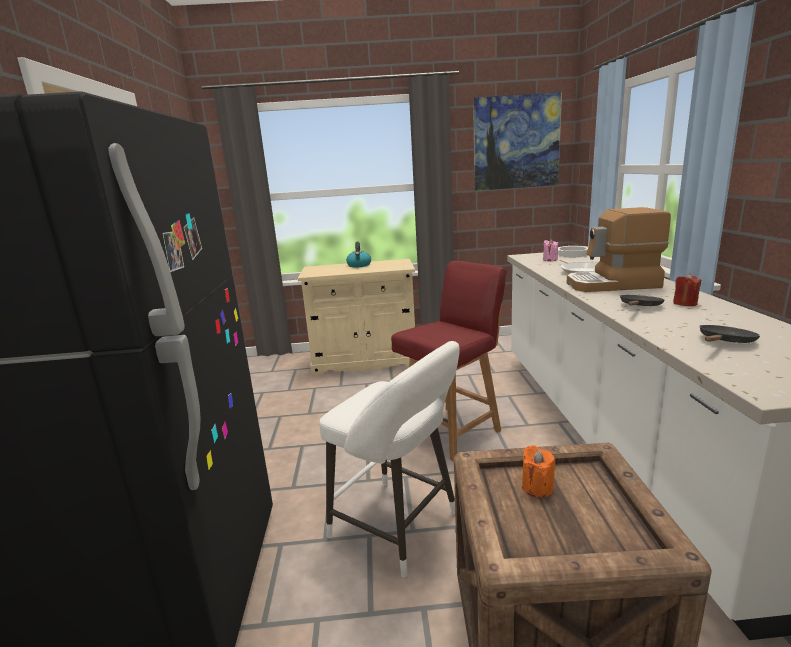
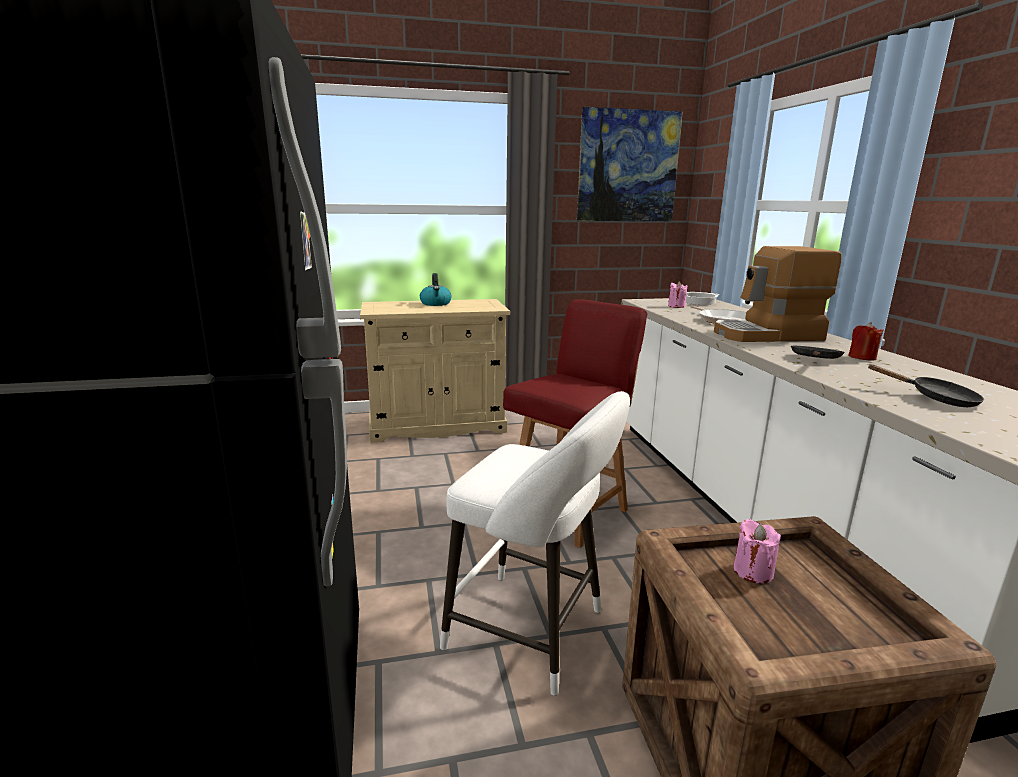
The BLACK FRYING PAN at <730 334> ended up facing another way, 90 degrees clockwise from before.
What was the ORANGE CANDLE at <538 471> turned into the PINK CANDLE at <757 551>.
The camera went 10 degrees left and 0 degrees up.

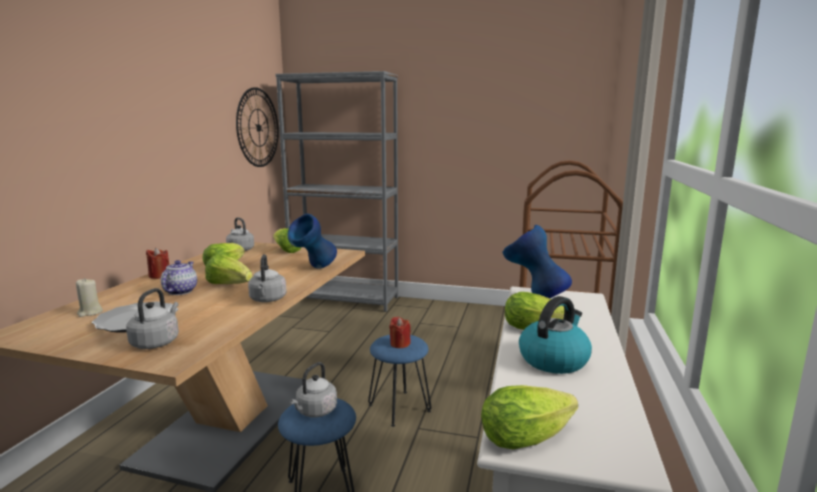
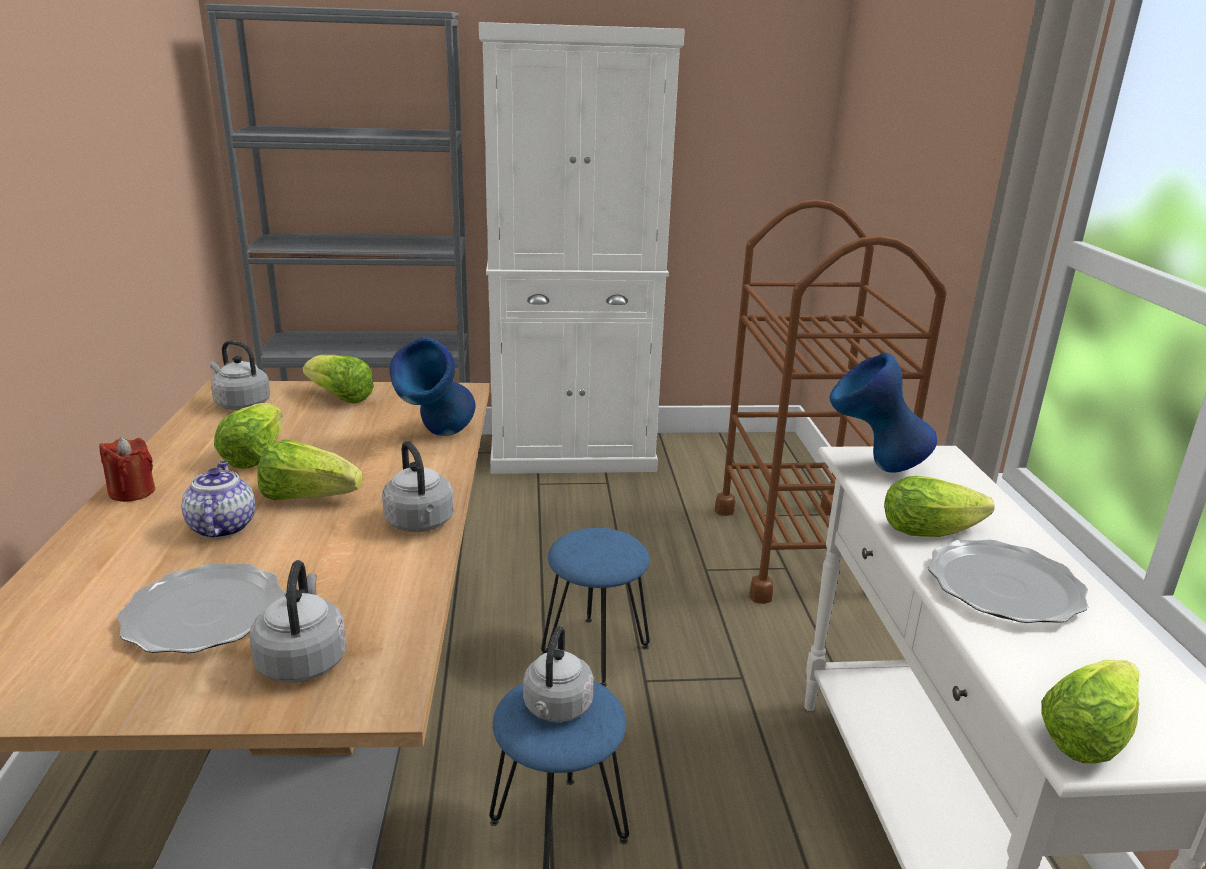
The second view lost the WALL CLOCK at <257 127>.
The second view lost the BEIGE CANDLE at <89 297>.
Where the KETTLE stood at <555 335>, the PLATE came to stand at <1008 581>.
The second view lost the RED CANDLE at <400 332>.
The second view gained the WHITE CABINET at <582 248>.
The camera went 20 degrees left and 10 degrees up.

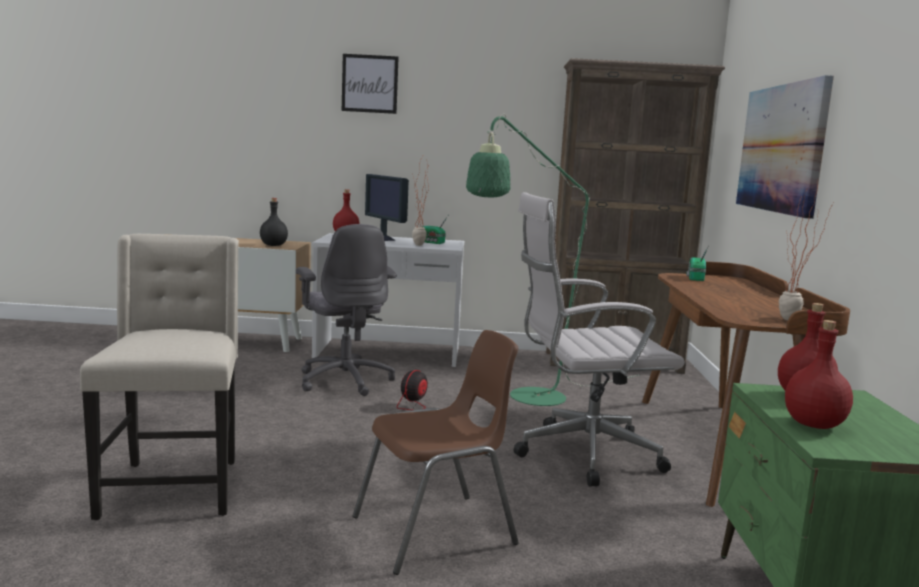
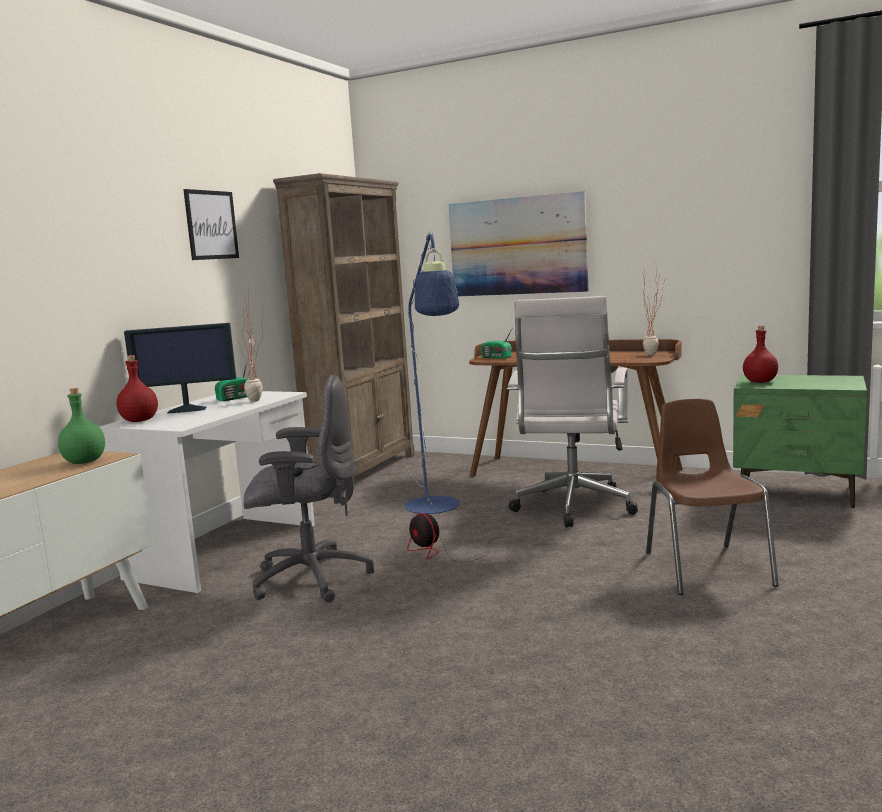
The PICTURE ended up elsewhere, having gone from <370 84> to <211 224>.
What was the GREEN FLOOR LAMP at <552 260> turned into the BLUE FLOOR LAMP at <432 372>.
What was the BLACK BOTTLE at <274 222> turned into the GREEN BOTTLE at <81 426>.
The second view lost the BEIGE CHAIR at <159 377>.
The second view lost the RED BOTTLE at <819 374>.
The camera went 65 degrees left and 0 degrees up.

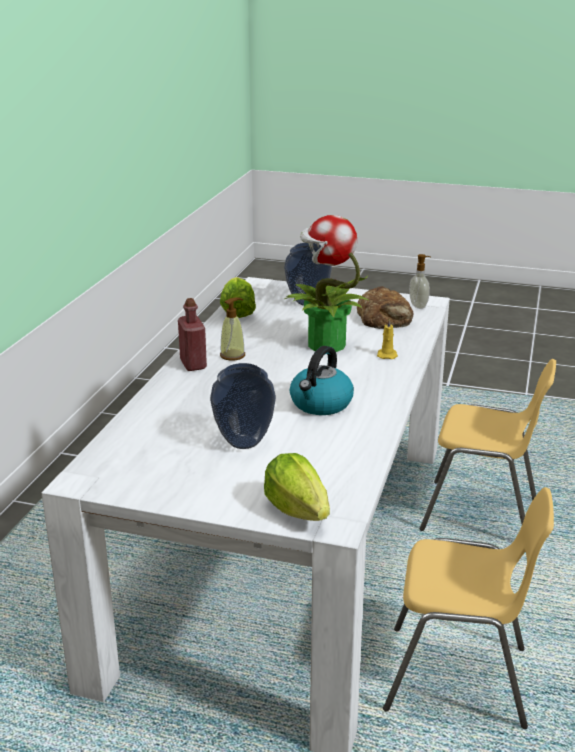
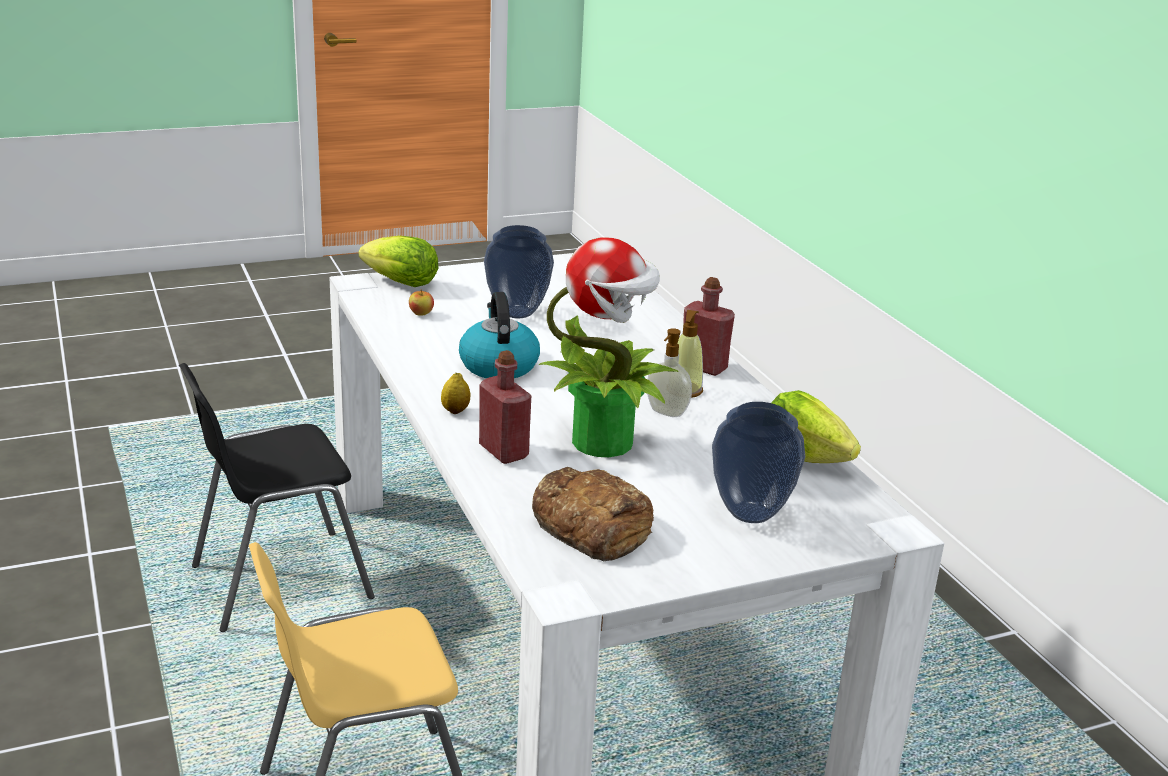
The SOAP DISPENSER ended up elsewhere, having gone from <420 281> to <669 372>.
Where the YELLOW CANDLE stood at <387 338>, the RED BOTTLE came to stand at <505 407>.
What was the YELLOW CHAIR at <468 608> turned into the BLACK CHAIR at <276 497>.
The second view gained the APPLE at <421 302>.
The second view gained the LEMON at <456 393>.
The camera went 140 degrees right and 0 degrees up.

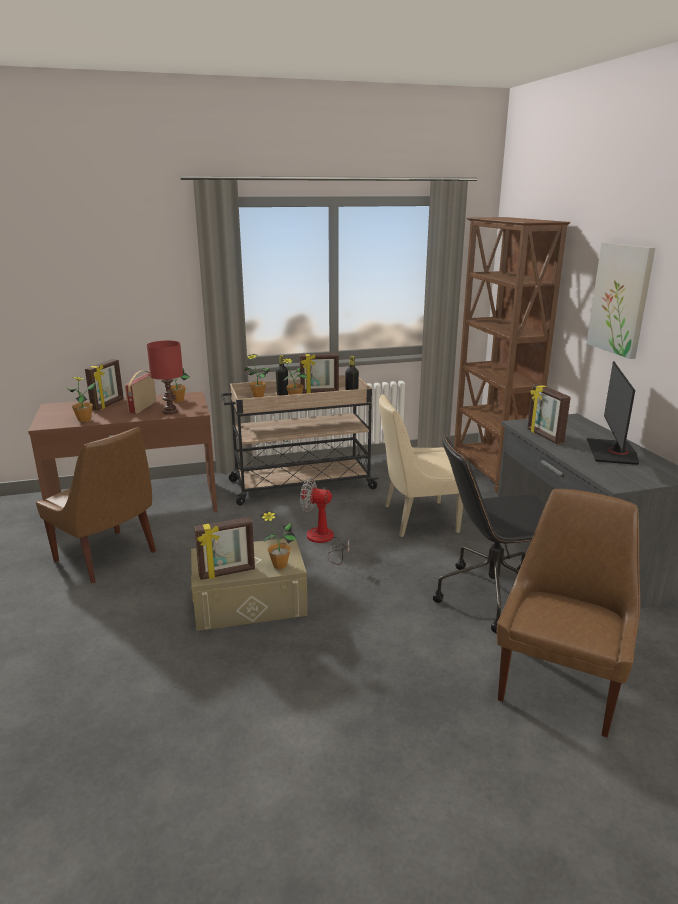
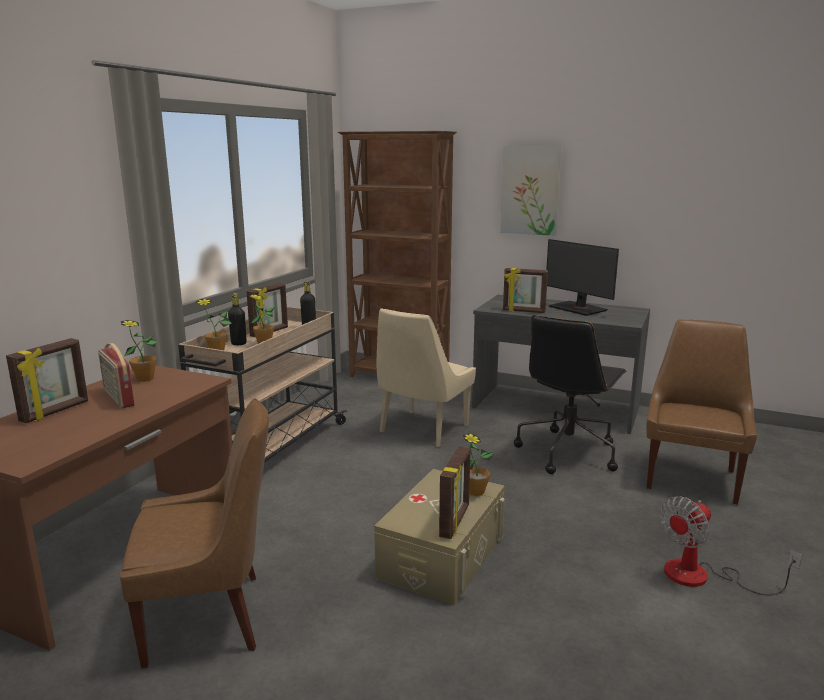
The second view lost the RED TABLE LAMP at <165 377>.
The PICTURE FRAME at <104 385> ended up facing another way, 60 degrees clockwise from before.
The second view lost the POTTED PLANT at <81 399>.
The FAN ended up elsewhere, having gone from <325 521> to <731 545>.
The BROWN CHAIR at <568 613> ended up facing another way, 45 degrees clockwise from before.
The camera went 50 degrees left and 5 degrees down.

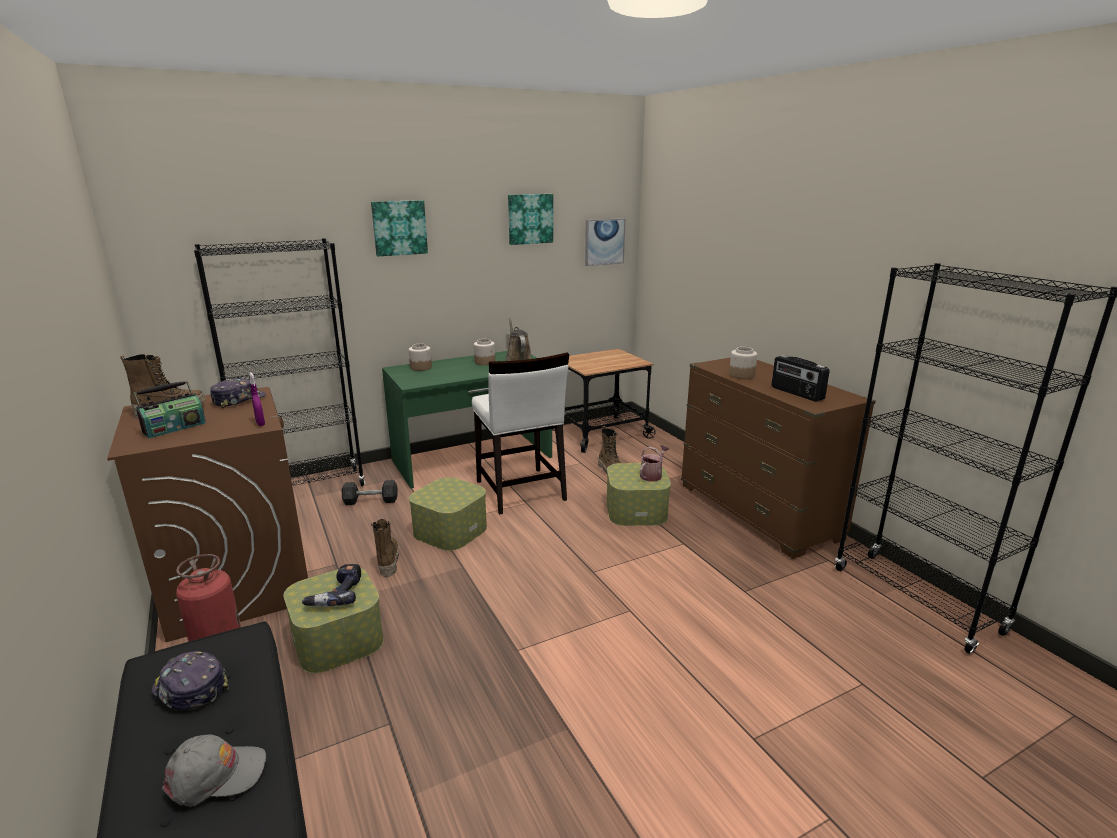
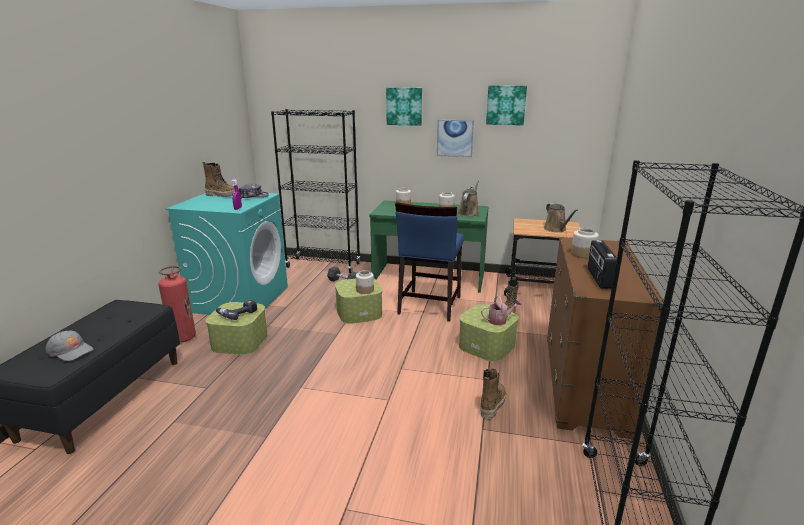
The PICTURE ended up elsewhere, having gone from <605 242> to <455 138>.
What was the WHITE CHAIR at <520 434> turned into the BLUE CHAIR at <429 262>.
The second view lost the RADIO at <169 409>.
What was the BROWN WASHING MACHINE at <207 514> turned into the TURQUOISE WASHING MACHINE at <227 254>.
The BOOT ended up elsewhere, having gone from <385 548> to <493 394>.
The second view lost the CAP at <190 681>.
The second view gained the BROWN WATERING CAN at <561 217>.
The second view gained the JAR at <365 282>.
The camera went 40 degrees right and 0 degrees up.

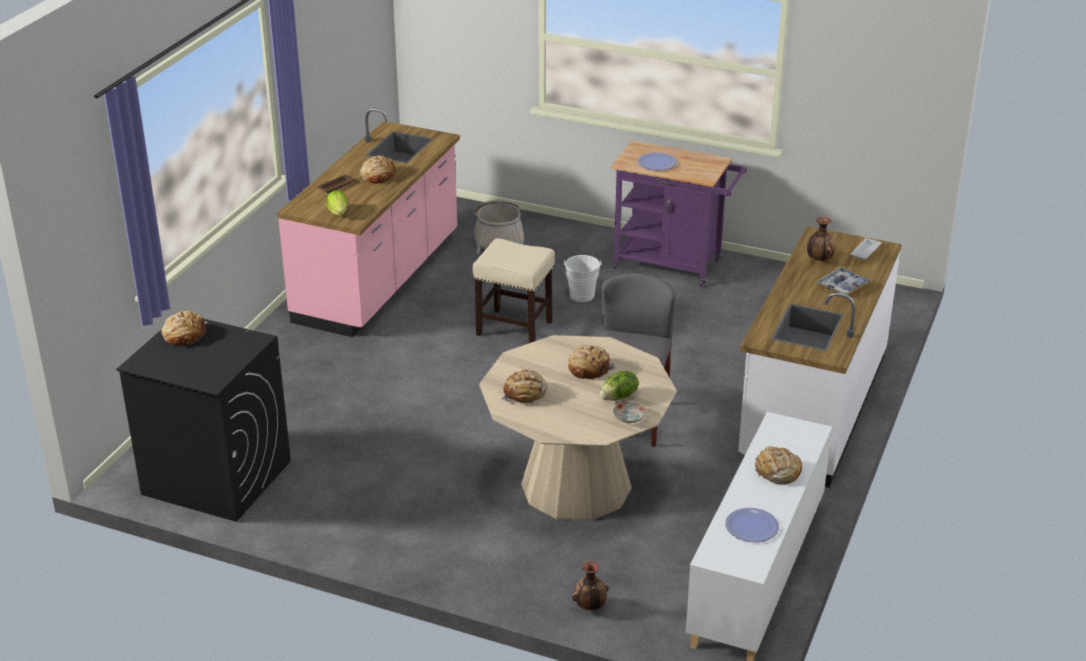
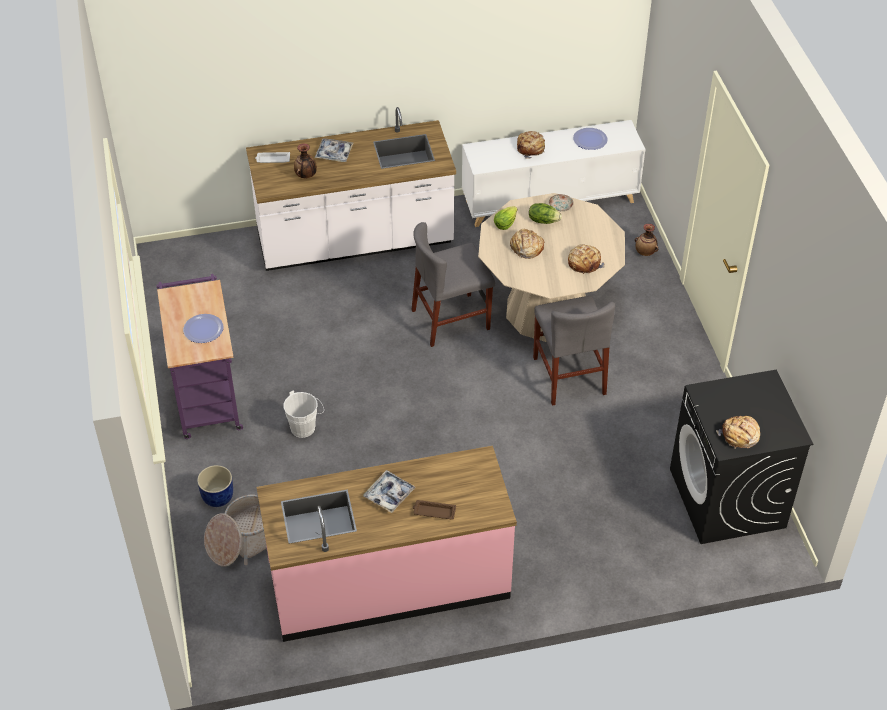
Where the BREAD stood at <378 169>, the TRAY came to stand at <389 491>.
The LETTUCE ended up elsewhere, having gone from <337 202> to <505 218>.
The second view lost the BEIGE STOOL at <514 290>.
The second view gained the GREY CHAIR at <574 351>.
The second view gained the BLUE PLANTER at <215 486>.
The camera went 125 degrees left and 15 degrees up.

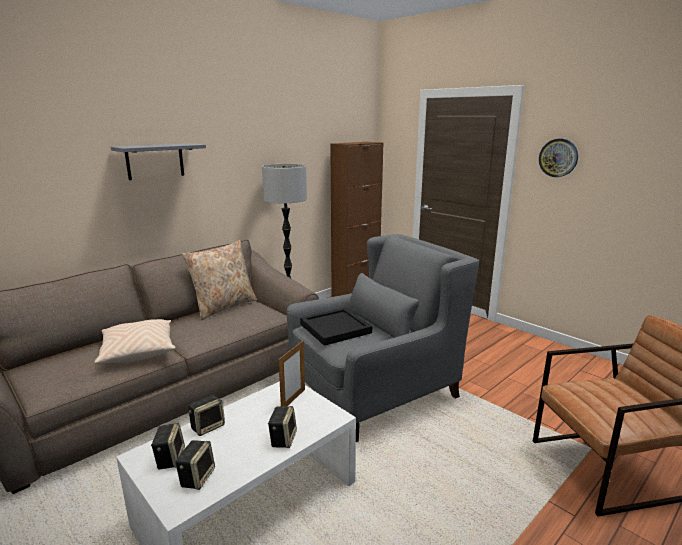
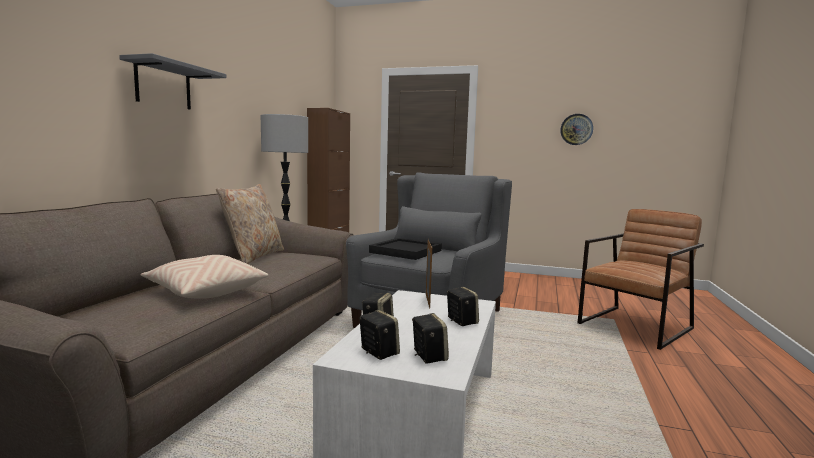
The WALL CLOCK ended up elsewhere, having gone from <558 158> to <576 129>.
The camera went 30 degrees left and 10 degrees down.

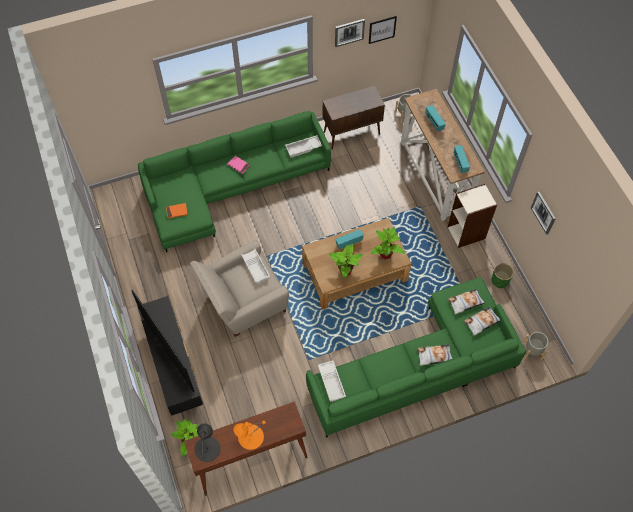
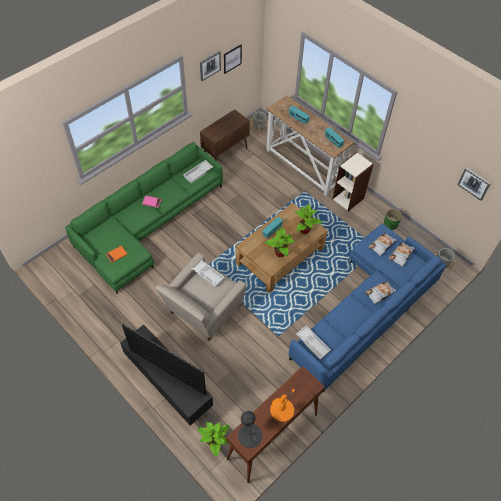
The PICTURE ended up elsewhere, having gone from <543 213> to <474 184>.
What was the GREEN SOFA at <416 357> turned into the BLUE SOFA at <367 308>.
The camera went 25 degrees left and 5 degrees down.

